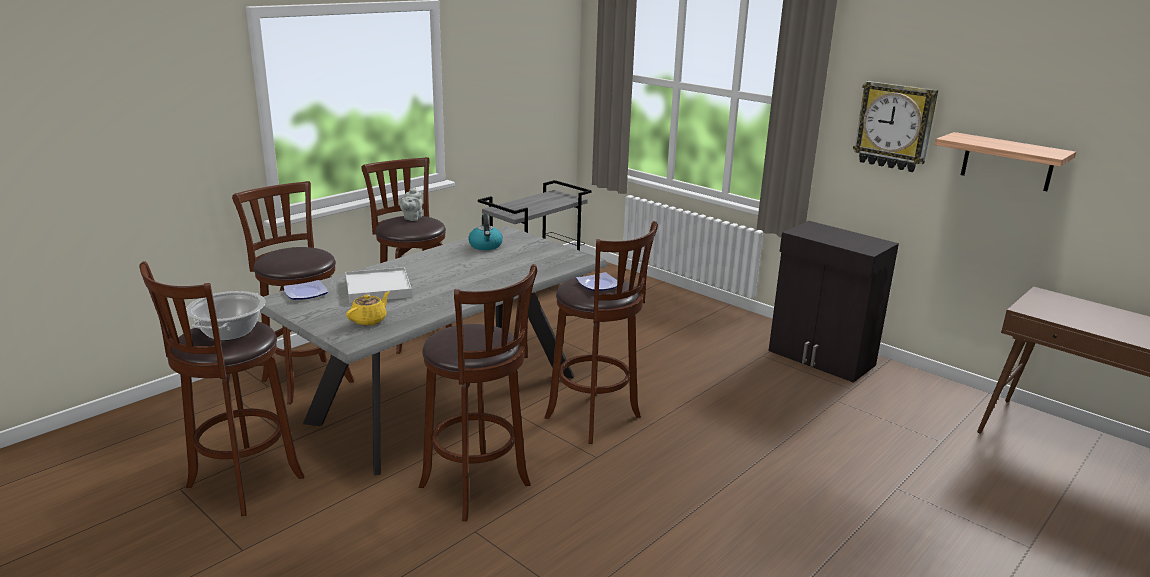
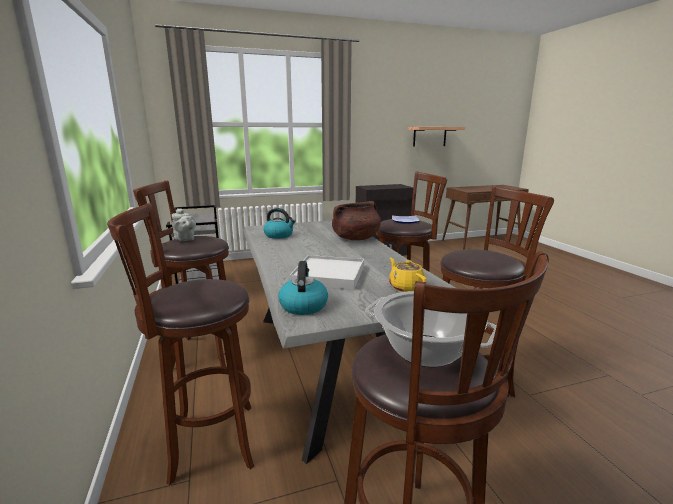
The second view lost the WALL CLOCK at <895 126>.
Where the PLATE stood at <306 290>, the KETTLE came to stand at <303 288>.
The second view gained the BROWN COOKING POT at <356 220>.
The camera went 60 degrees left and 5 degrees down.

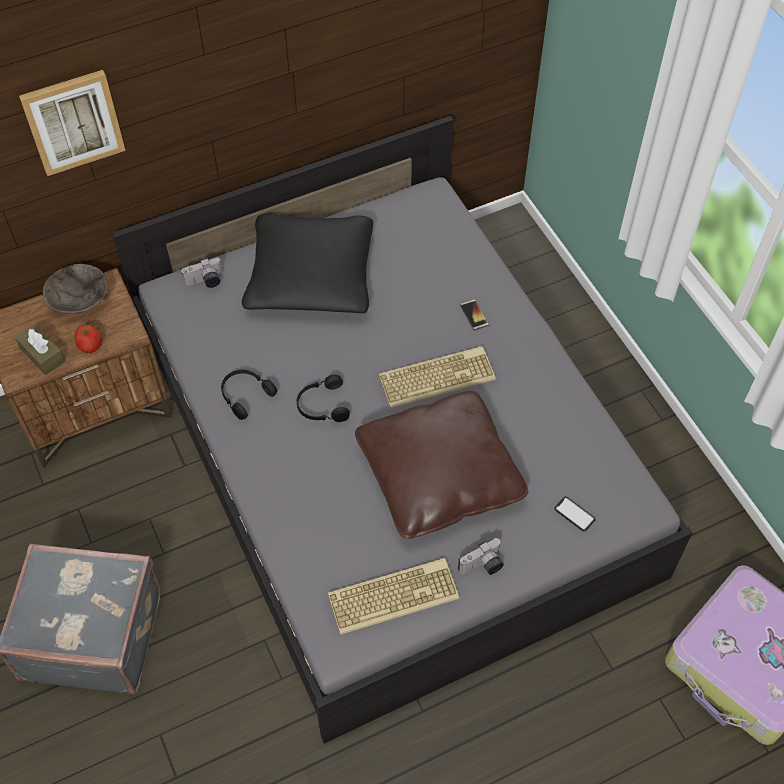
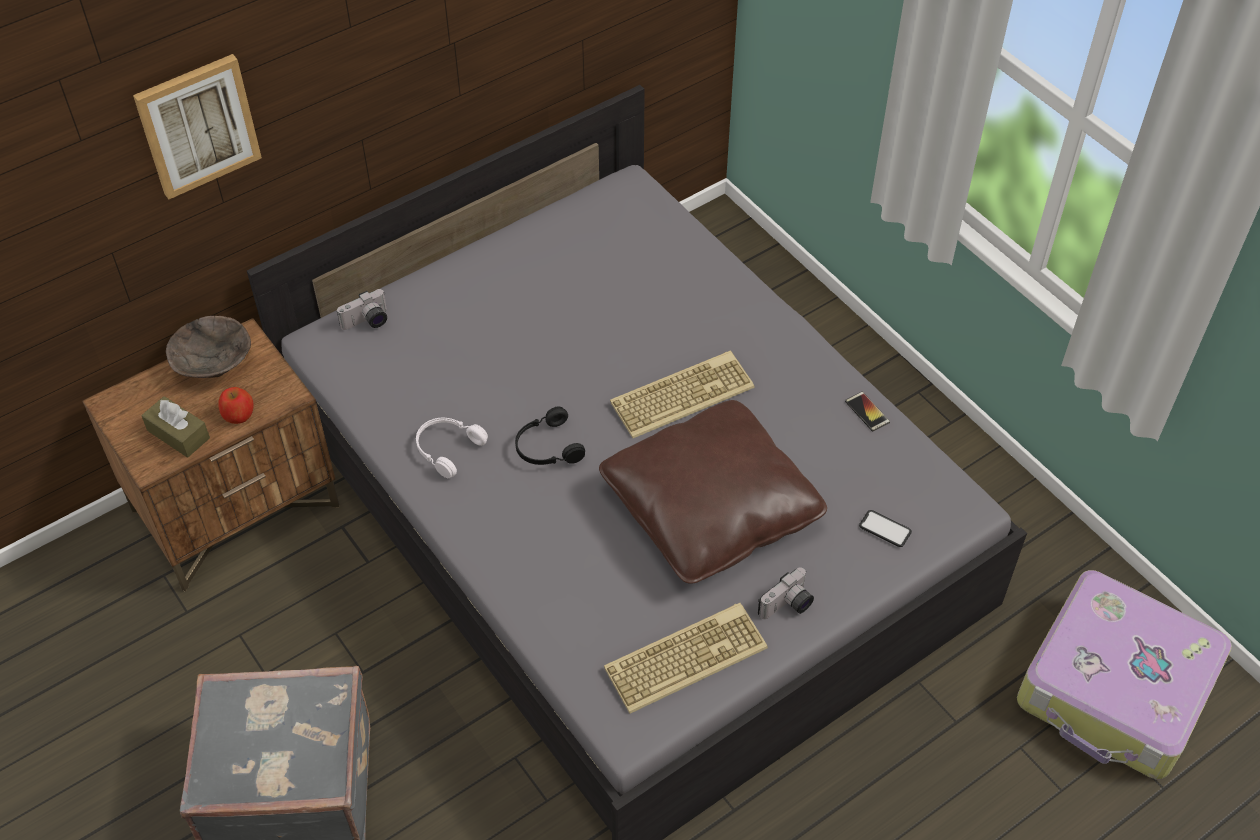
The second view lost the BLACK PILLOW at <307 263>.
The PHONE ended up elsewhere, having gone from <474 315> to <867 411>.
What was the BLACK HEADPHONES at <249 395> turned into the WHITE HEADPHONES at <452 448>.
The camera went 10 degrees left and 5 degrees down.

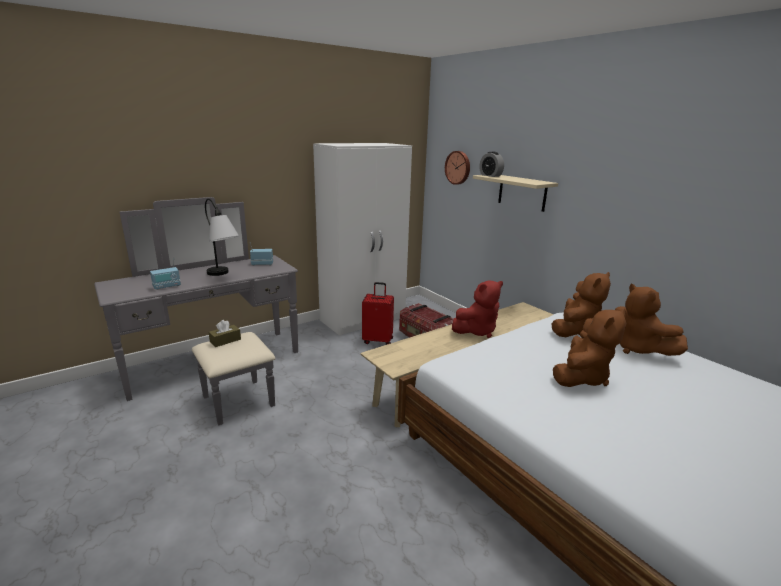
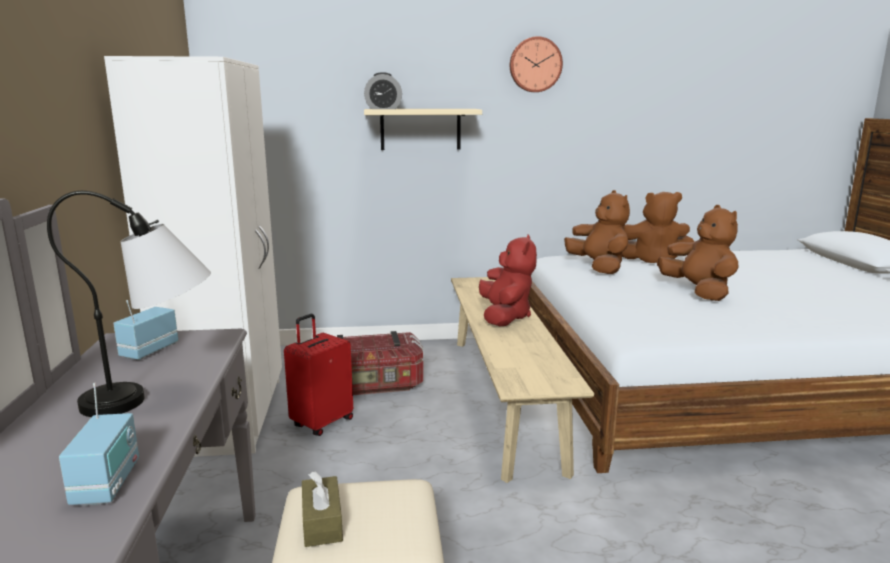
The WALL CLOCK ended up elsewhere, having gone from <457 168> to <536 64>.
The camera went 60 degrees left and 5 degrees down.

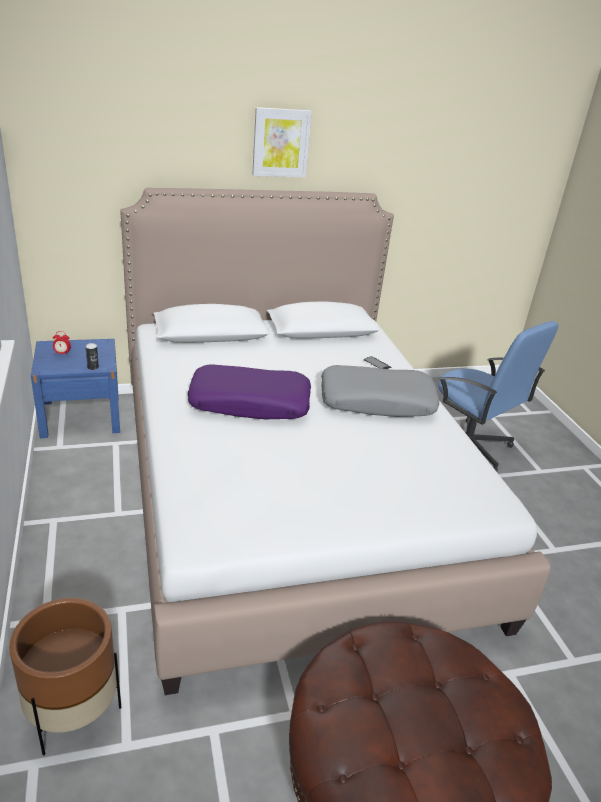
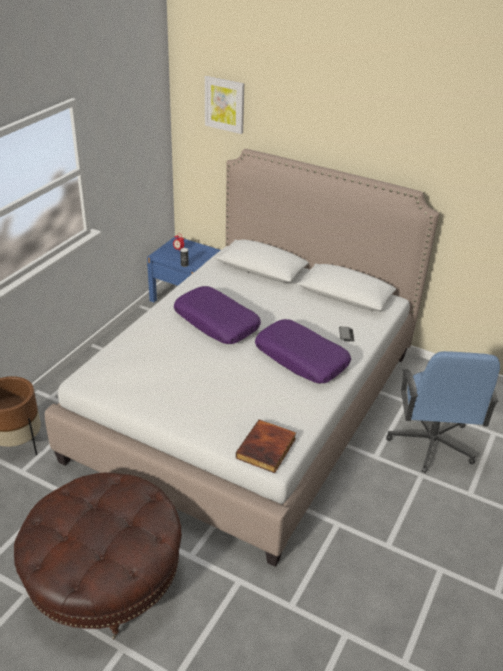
The PICTURE ended up elsewhere, having gone from <282 142> to <224 105>.
What was the GREY PILLOW at <380 391> turned into the PURPLE PILLOW at <303 351>.
The second view gained the BOOK at <266 446>.
The camera went 45 degrees right and 5 degrees up.

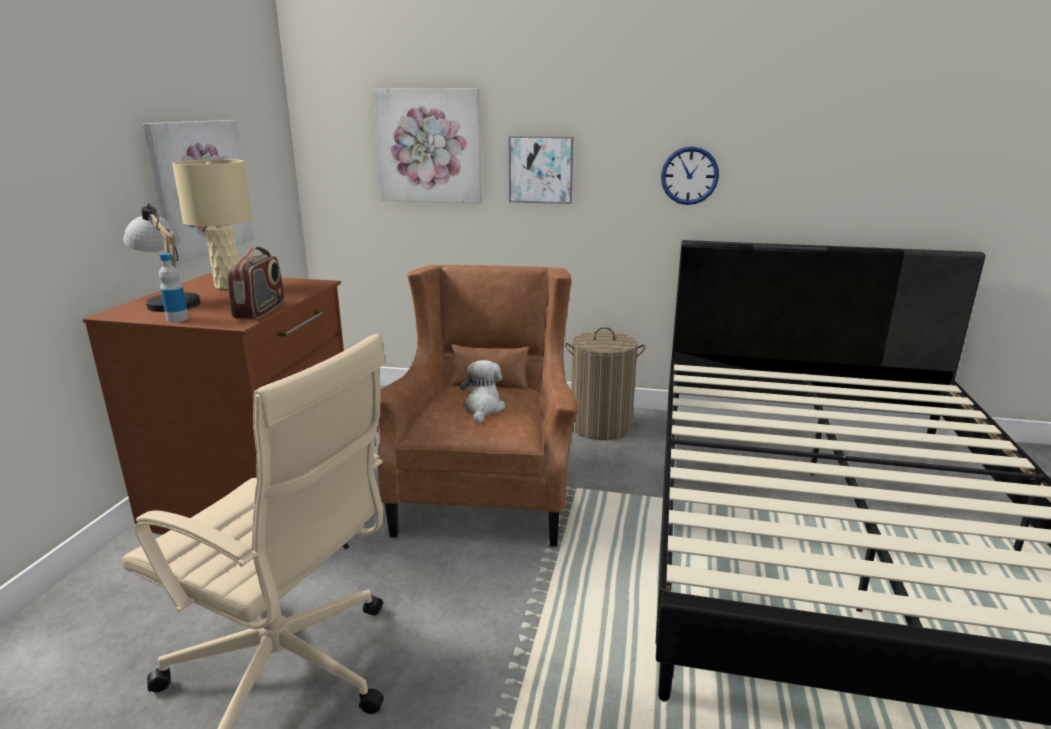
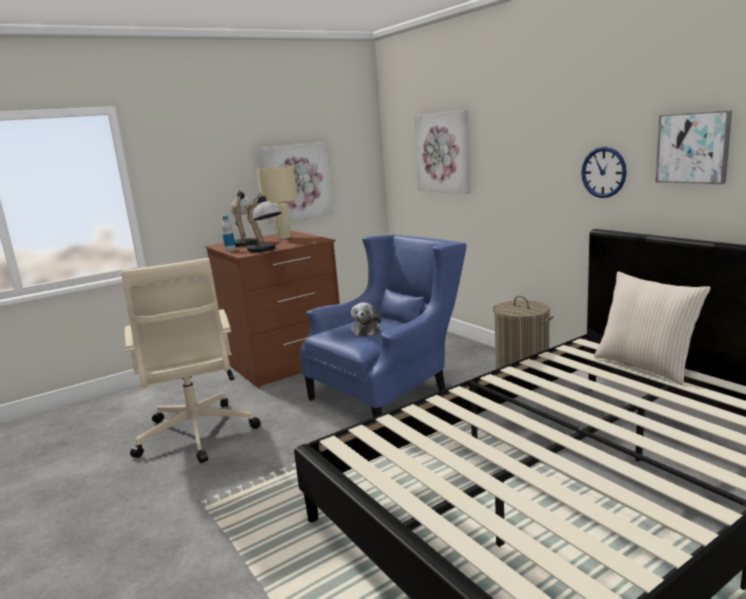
The PICTURE ended up elsewhere, having gone from <541 170> to <694 147>.
Where the RADIO stood at <255 282>, the TABLE LAMP came to stand at <263 222>.
What was the BROWN ARMCHAIR at <478 406> turned into the BLUE ARMCHAIR at <383 326>.
The PLUSH TOY at <482 392> ended up facing another way, 135 degrees clockwise from before.
The second view gained the BEIGE PILLOW at <652 328>.
The camera went 45 degrees right and 5 degrees down.

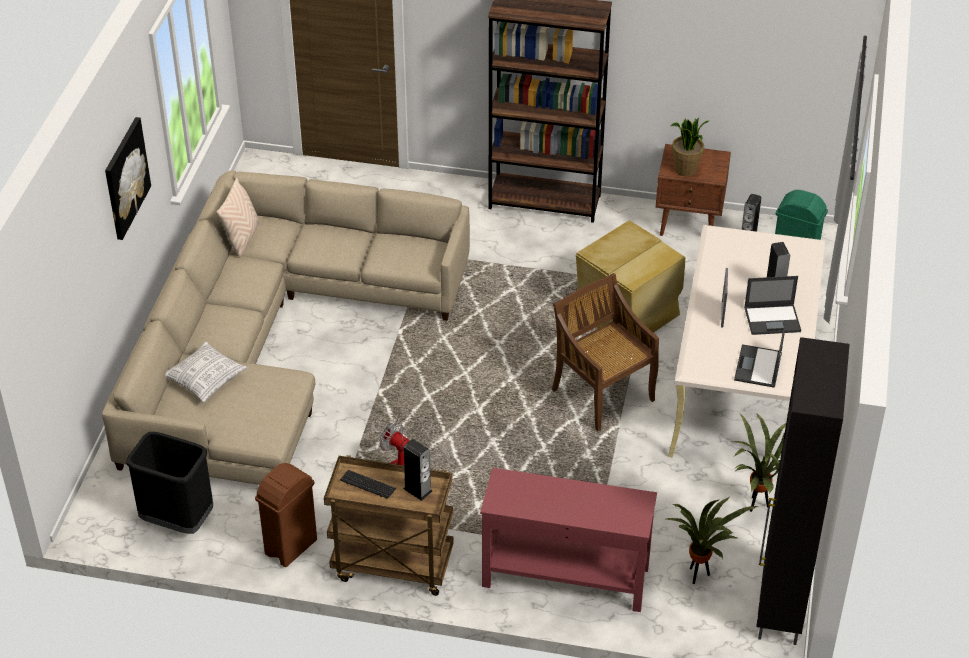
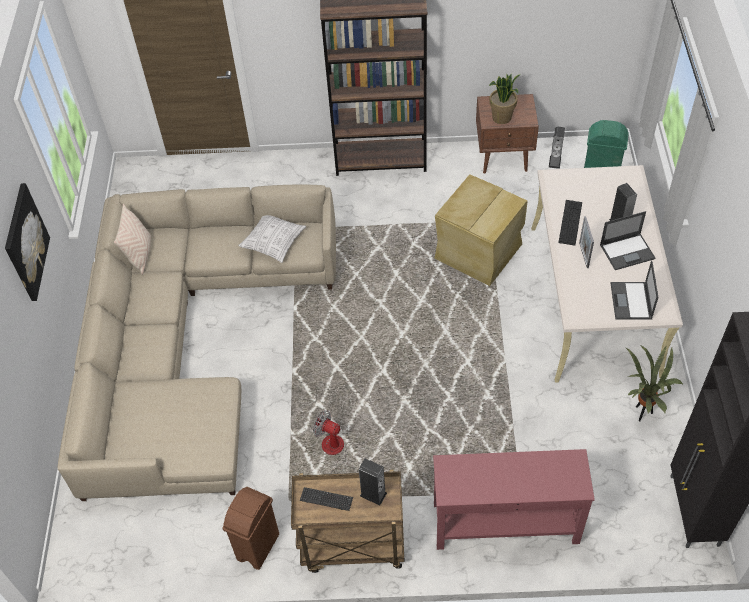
The second view lost the BROWN CHAIR at <605 352>.
The PILLOW ended up elsewhere, having gone from <206 372> to <272 239>.
The second view lost the BLACK TRASH CAN at <169 483>.
The second view lost the POTTED PLANT at <712 540>.
The second view gained the KEYBOARD at <570 223>.
The camera went 10 degrees left and 10 degrees up.

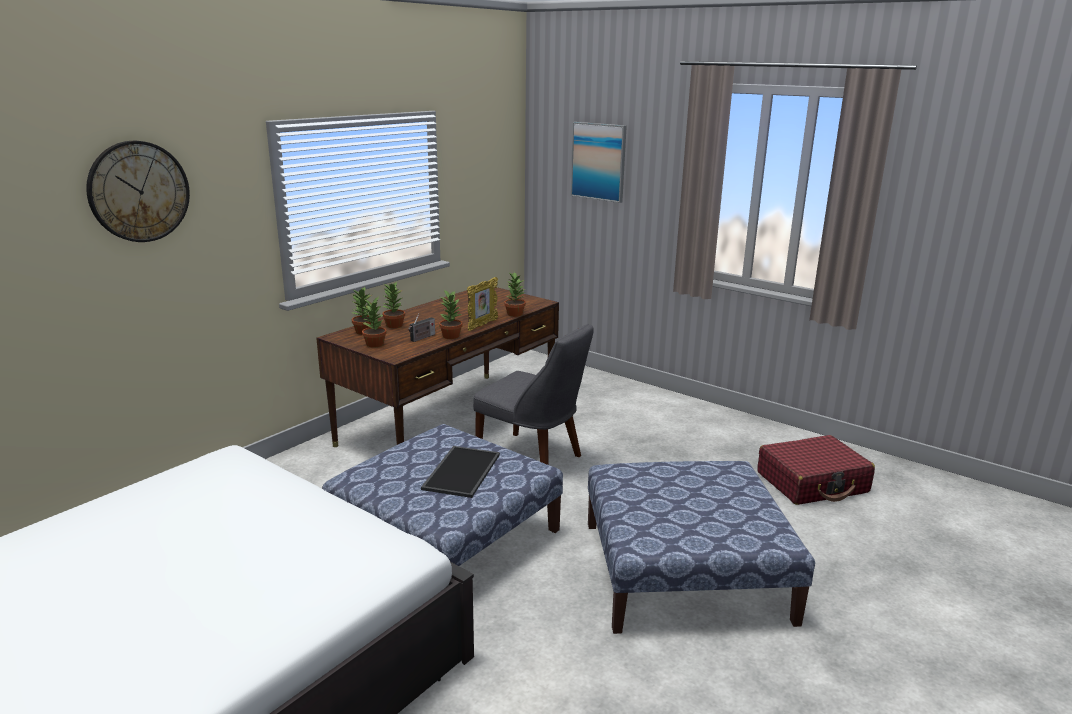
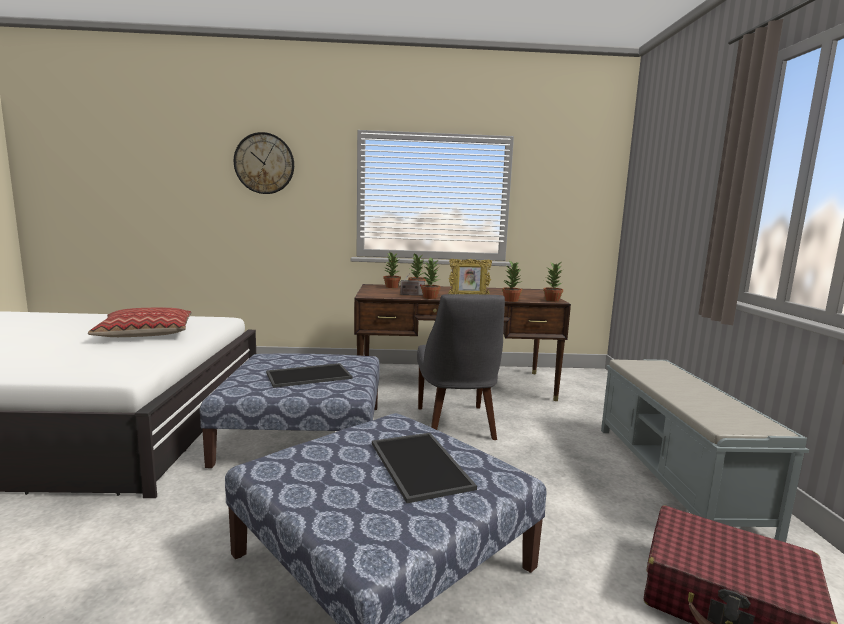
The second view lost the PICTURE at <599 162>.
The POTTED PLANT ended up elsewhere, having gone from <374 322> to <553 282>.
The second view gained the PILLOW at <140 322>.
The second view gained the GREY BENCH at <705 450>.
The second view gained the TRAY at <424 468>.
The camera went 50 degrees right and 10 degrees down.

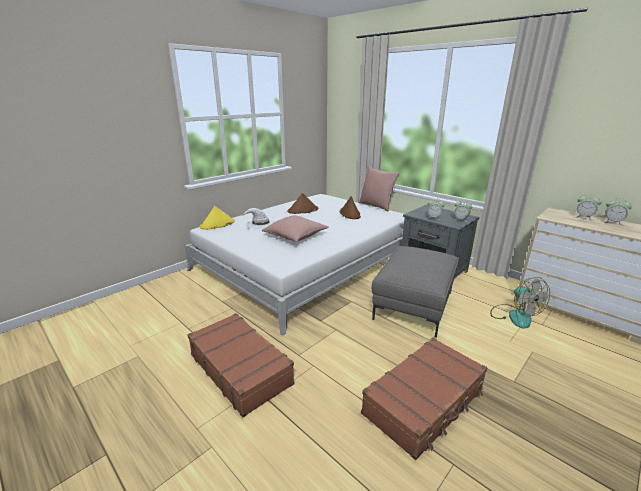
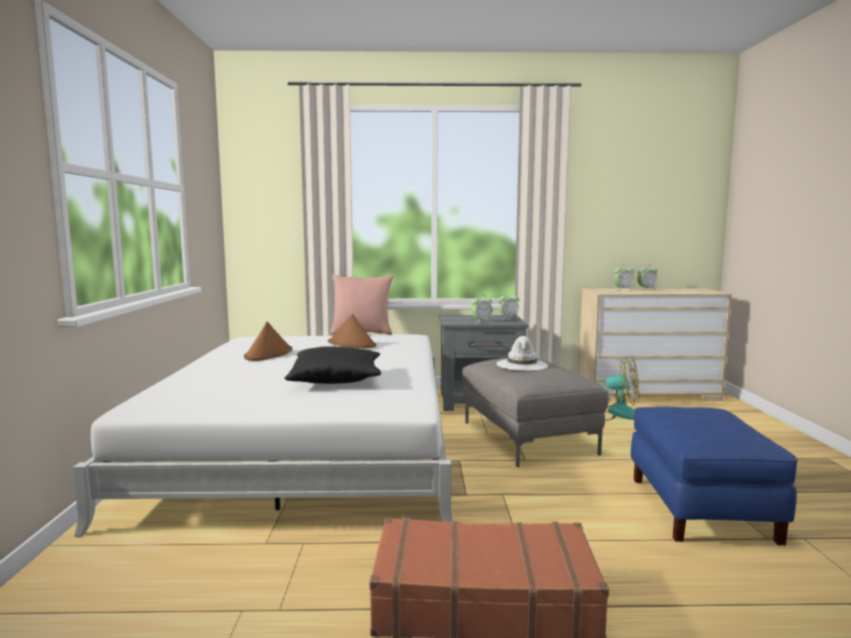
The second view lost the YELLOW HAT at <217 218>.
The WHITE HAT ended up elsewhere, having gone from <258 218> to <522 353>.
What was the PINK PILLOW at <295 228> turned into the BLACK PILLOW at <332 365>.
Where the BROWN SUITCASE stood at <424 398>, the BLUE OTTOMAN came to stand at <714 476>.
The camera went 45 degrees left and 15 degrees down.

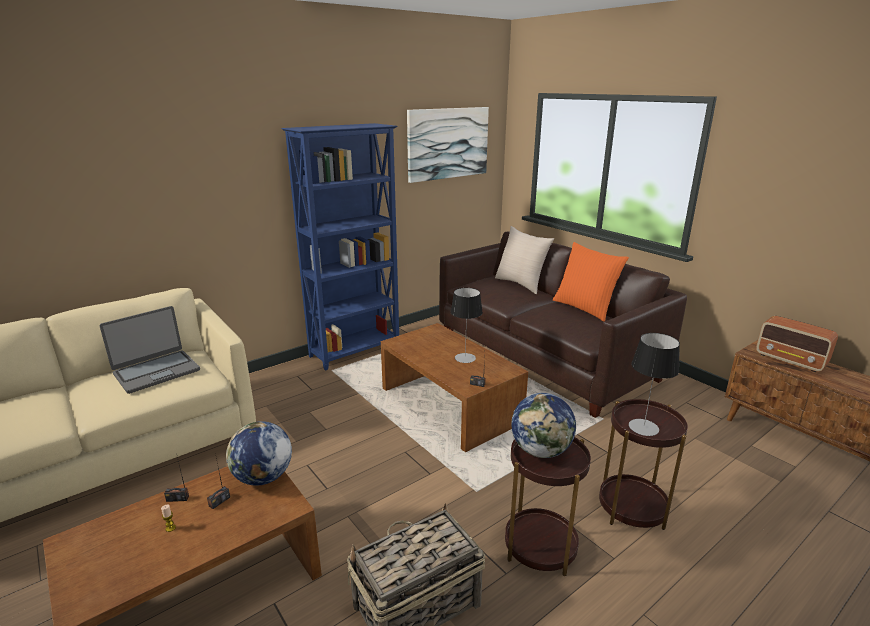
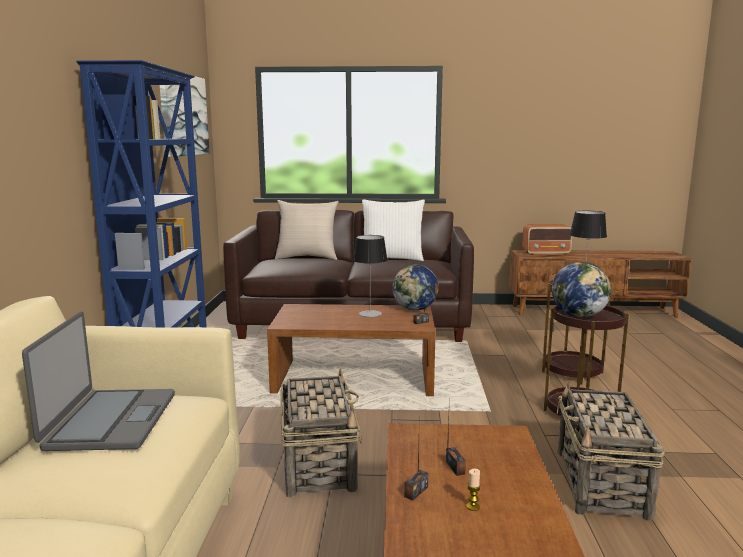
What was the ORANGE PILLOW at <591 281> turned into the WHITE PILLOW at <393 230>.
The GLOBE ended up elsewhere, having gone from <259 453> to <415 287>.
The second view gained the BASKET at <320 433>.
The camera went 50 degrees left and 10 degrees down.

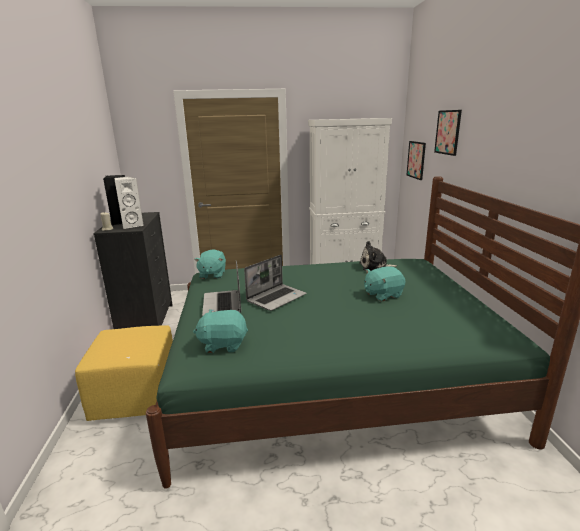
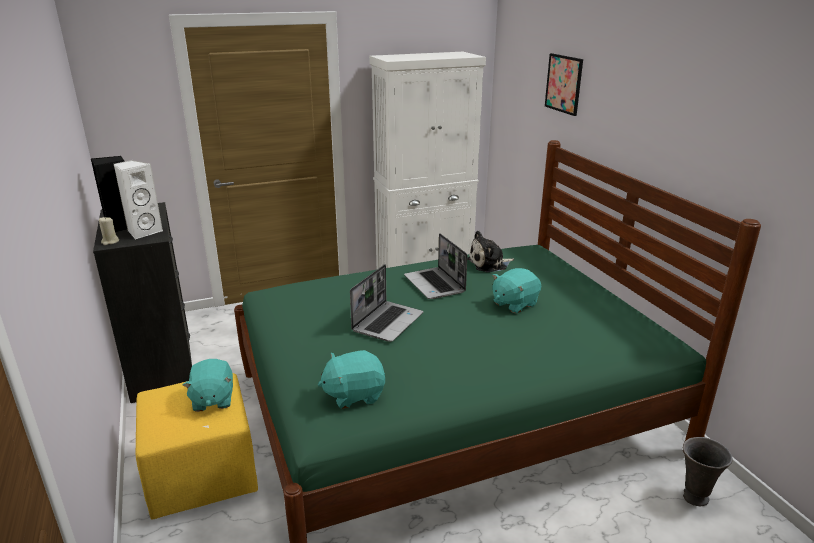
The second view lost the PICTURE at <416 160>.
The TURQUOISE PLUSH TOY ended up elsewhere, having gone from <210 264> to <208 385>.
The LAPTOP ended up elsewhere, having gone from <221 288> to <435 266>.
The second view gained the GREY VASE at <708 471>.
The camera went 15 degrees left and 5 degrees up.

